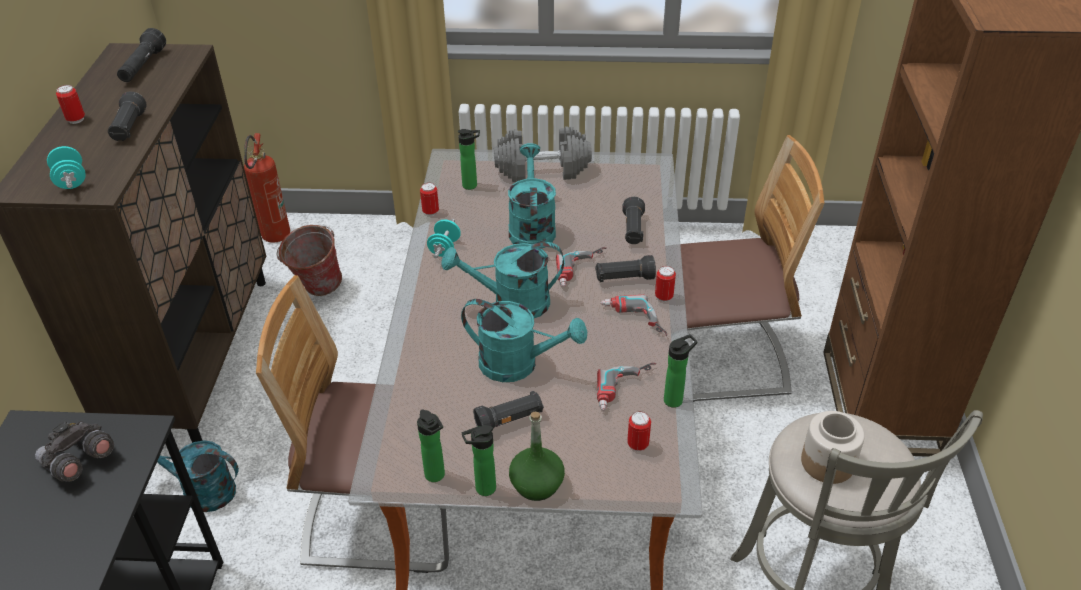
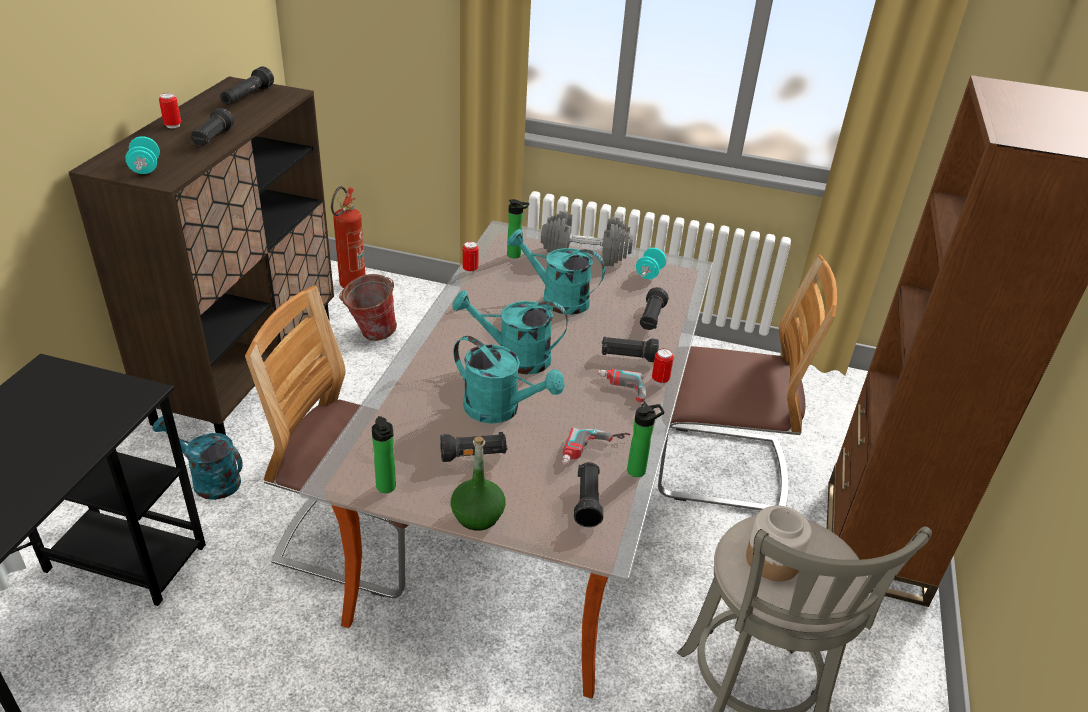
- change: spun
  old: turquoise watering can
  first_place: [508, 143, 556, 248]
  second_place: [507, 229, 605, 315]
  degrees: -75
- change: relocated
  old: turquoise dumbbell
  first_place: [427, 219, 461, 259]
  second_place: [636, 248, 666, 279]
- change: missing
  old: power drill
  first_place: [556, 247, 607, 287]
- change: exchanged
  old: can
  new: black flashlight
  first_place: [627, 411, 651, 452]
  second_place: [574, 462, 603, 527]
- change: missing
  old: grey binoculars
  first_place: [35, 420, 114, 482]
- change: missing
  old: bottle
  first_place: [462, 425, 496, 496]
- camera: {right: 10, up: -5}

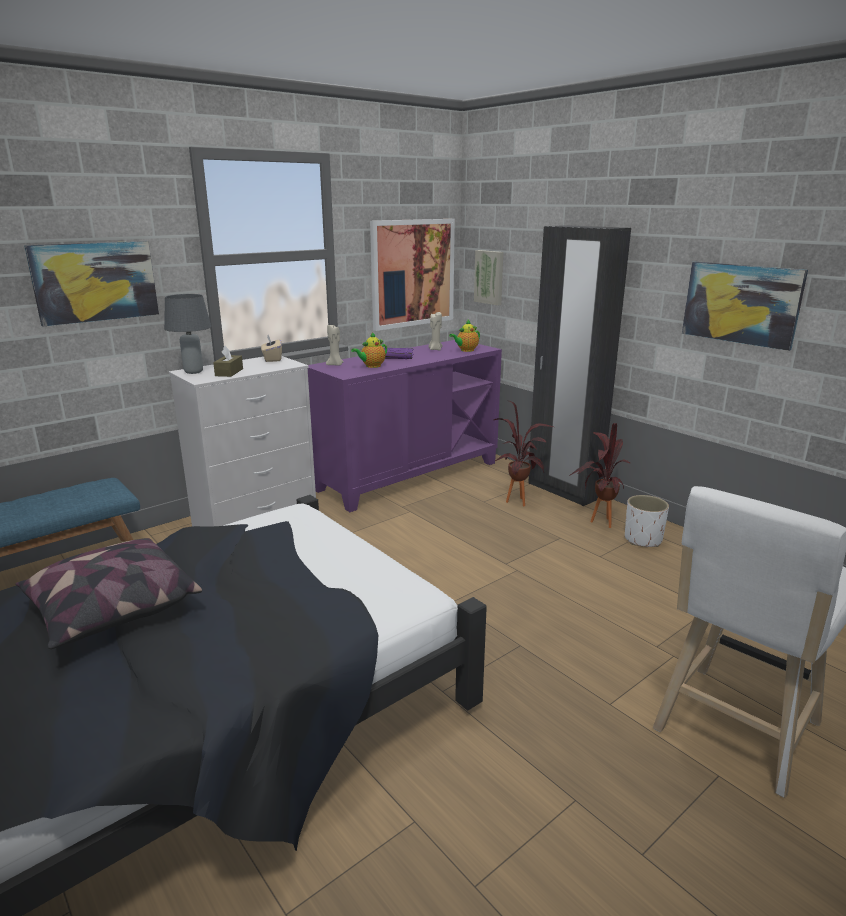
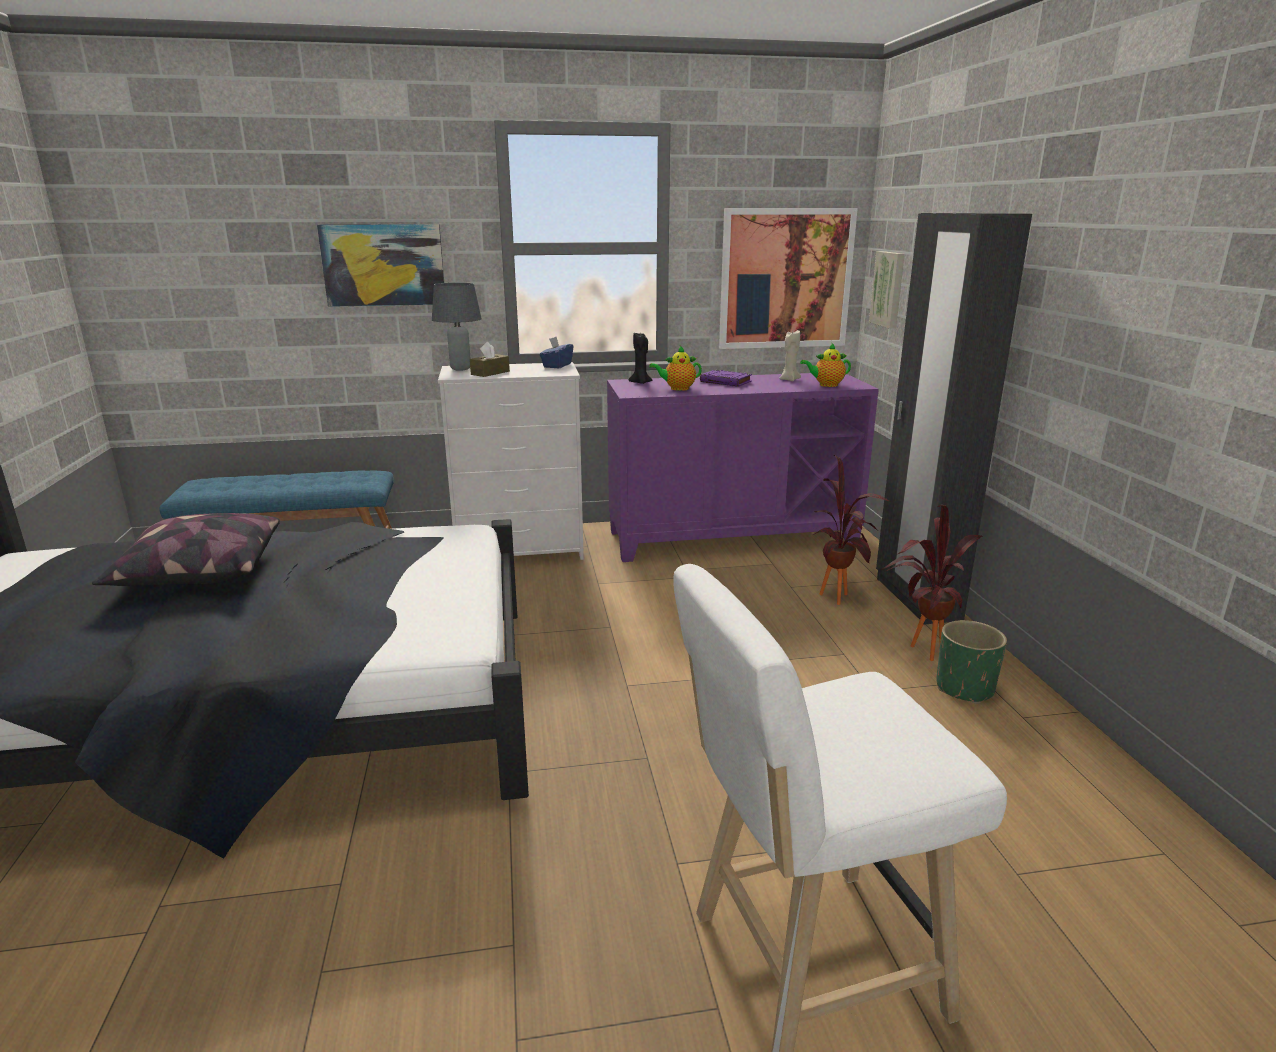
- change: missing
  old: picture
  first_place: [682, 262, 808, 351]
- change: colour
  old: beige candle
  new: black candle
  first_place: [326, 324, 344, 366]
  second_place: [629, 333, 652, 384]
- change: colour
  old: beige tissue box
  new: blue tissue box
  first_place: [261, 335, 282, 362]
  second_place: [540, 337, 573, 368]
- change: colour
  old: white planter
  new: green planter
  first_place: [625, 495, 669, 547]
  second_place: [936, 620, 1007, 704]
- camera: {right: 30, up: 0}

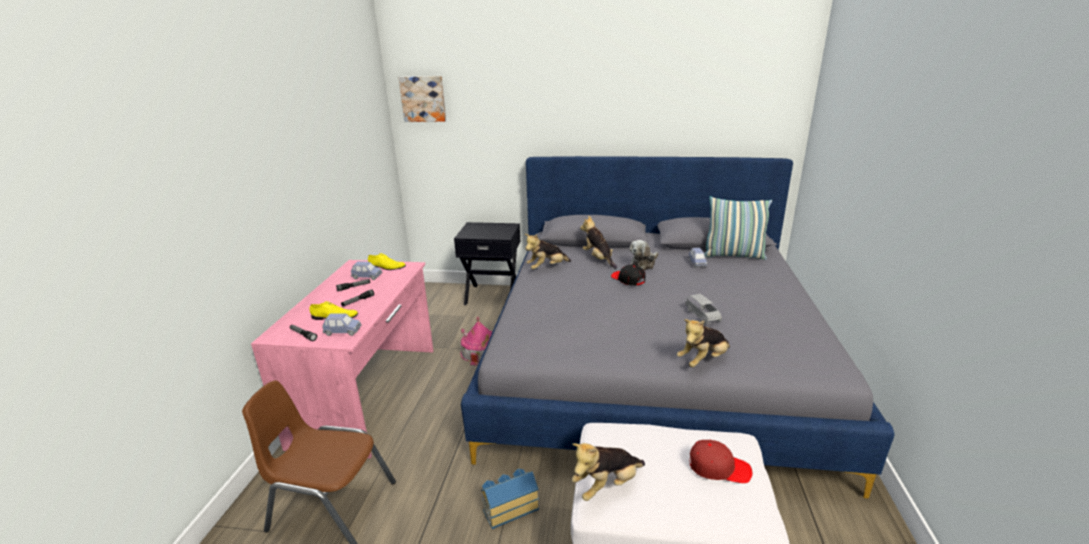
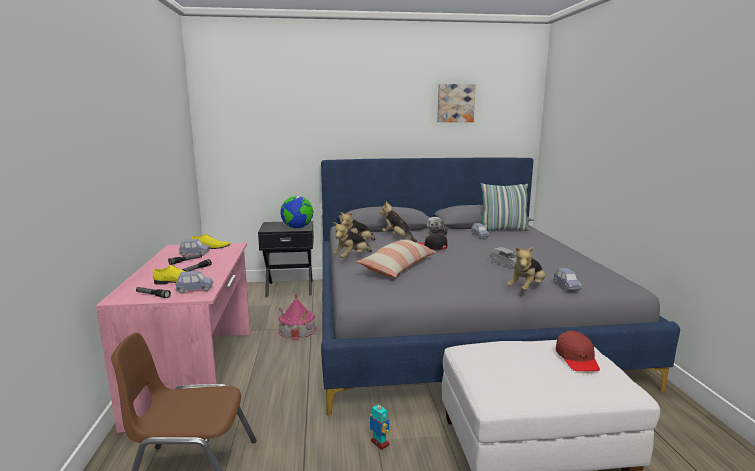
- change: relocated
  old: picture
  first_place: [399, 76, 446, 122]
  second_place: [437, 84, 476, 122]
- change: spun
  old: red cap
  first_place: [689, 440, 752, 483]
  second_place: [556, 331, 600, 371]
  degrees: 90
- change: relocated
  old: plush toy
  first_place: [572, 443, 645, 501]
  second_place: [333, 222, 372, 258]
- change: exchanged
  old: toy house
  new: toy robot
  first_place: [481, 469, 539, 529]
  second_place: [369, 401, 390, 450]
- change: appeared
  new: globe
  second_place: [280, 196, 313, 229]
- change: appeared
  new: pillow
  second_place: [356, 239, 437, 278]
- change: appeared
  new: blue toy car
  second_place: [553, 268, 582, 291]
- camera: {right: -15, up: -10}

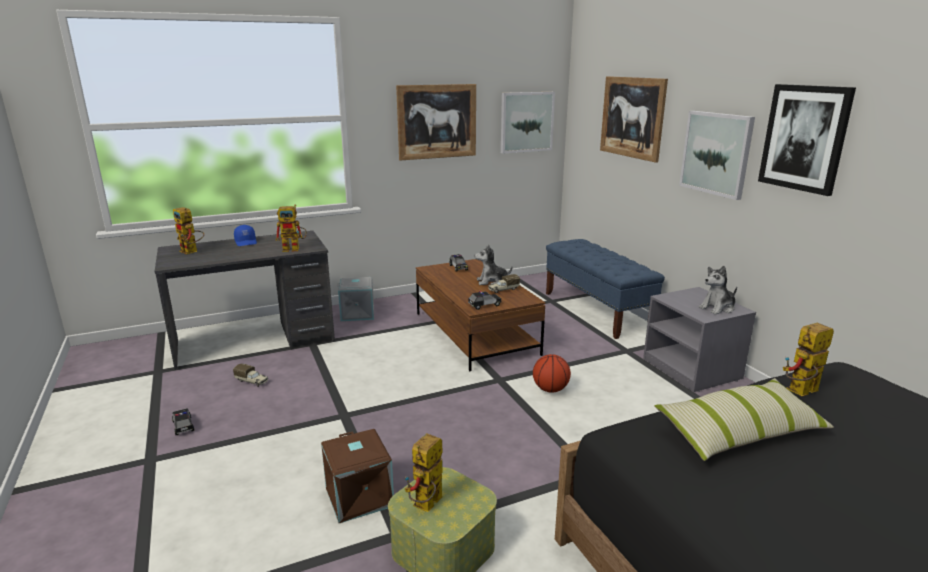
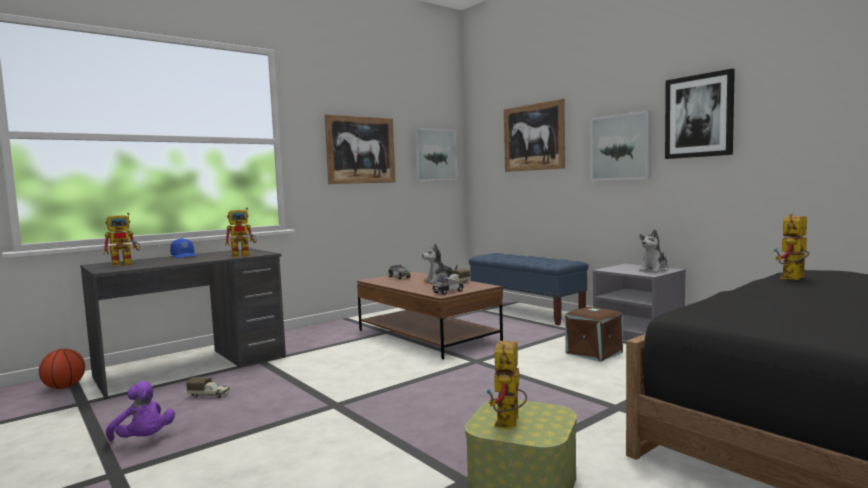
- change: spun
  old: toy robot
  first_place: [173, 207, 204, 254]
  second_place: [103, 213, 140, 266]
  degrees: -60
- change: missing
  old: grey storage box
  first_place: [337, 277, 374, 321]
- change: relocated
  old: basketball
  first_place: [533, 354, 571, 393]
  second_place: [39, 349, 85, 389]
- change: missing
  old: pillow
  first_place: [654, 378, 834, 461]
- change: exchanged
  old: toy car
  new: purple plush toy
  first_place: [172, 408, 194, 435]
  second_place: [106, 381, 175, 441]
- change: relocated
  old: brown storage box
  first_place: [321, 429, 394, 523]
  second_place: [565, 306, 623, 362]
- camera: {right: -15, up: -15}

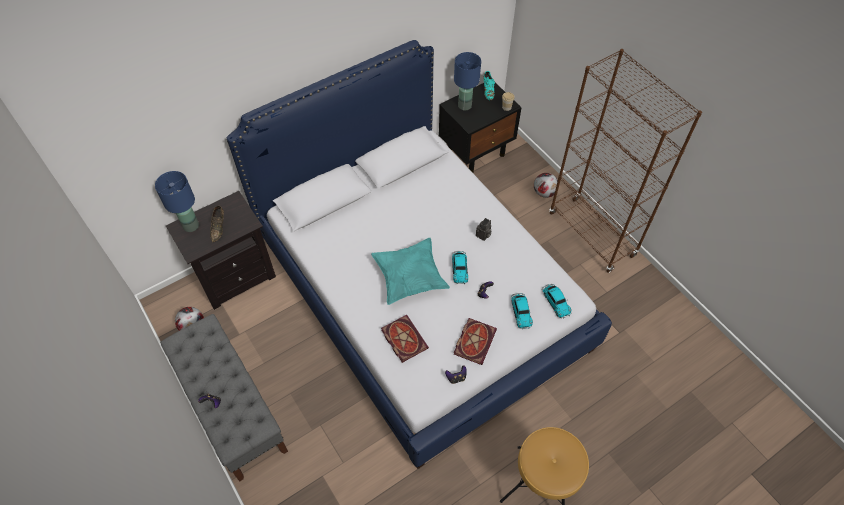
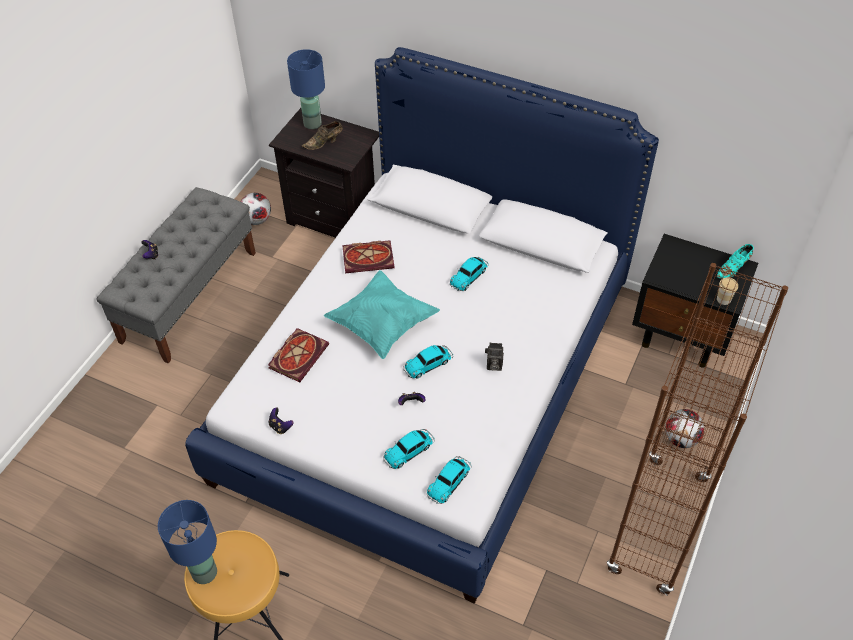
- change: relocated
  old: blue table lamp
  first_place: [454, 52, 481, 111]
  second_place: [158, 500, 217, 584]
- change: relocated
  old: book
  first_place: [454, 318, 497, 365]
  second_place: [342, 240, 394, 273]
- change: appeared
  new: toy car
  second_place: [449, 257, 489, 291]
- camera: {right: 60, up: -5}

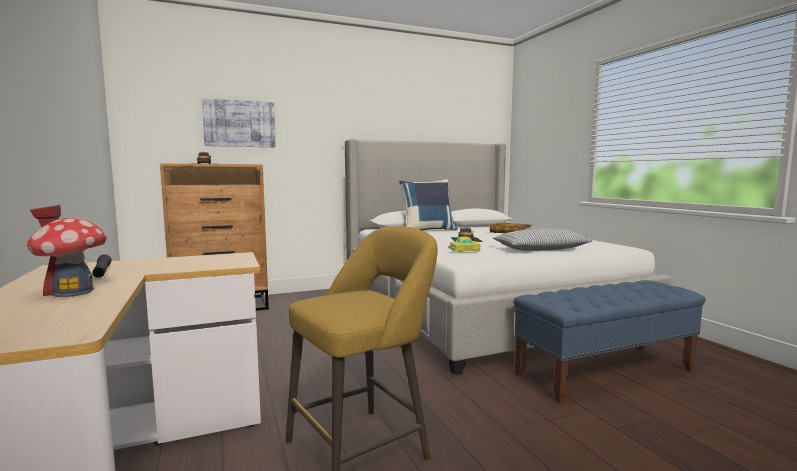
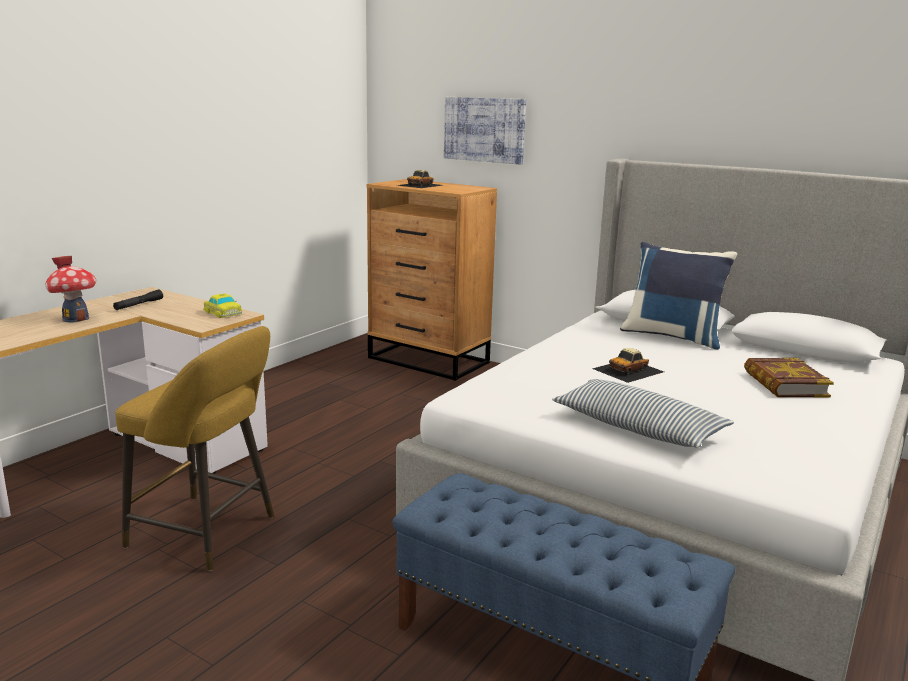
- change: relocated
  old: toy car
  first_place: [448, 236, 481, 252]
  second_place: [203, 294, 242, 318]
- camera: {right: 55, up: 10}

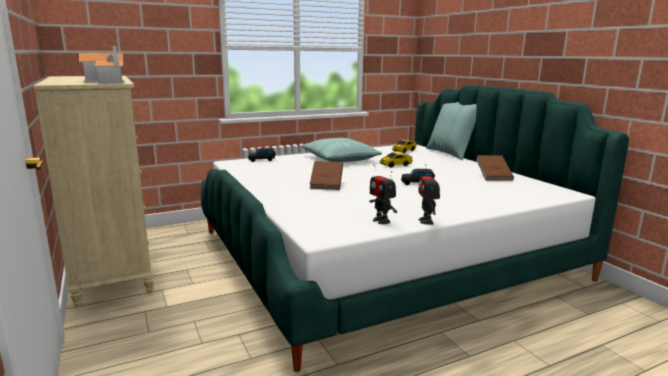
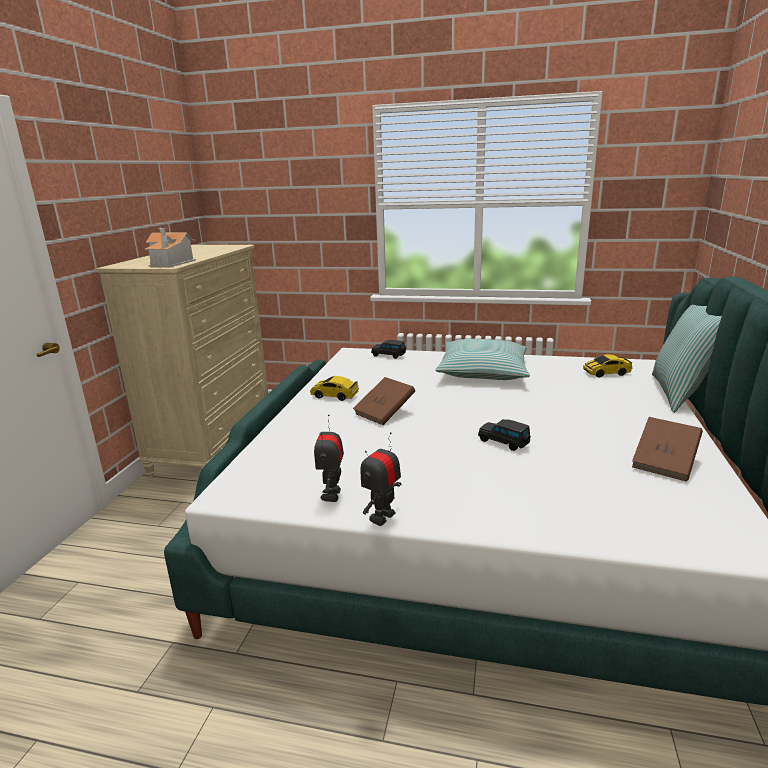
- change: relocated
  old: toy car
  first_place: [380, 152, 413, 168]
  second_place: [310, 376, 359, 401]
- camera: {right: 40, up: 5}

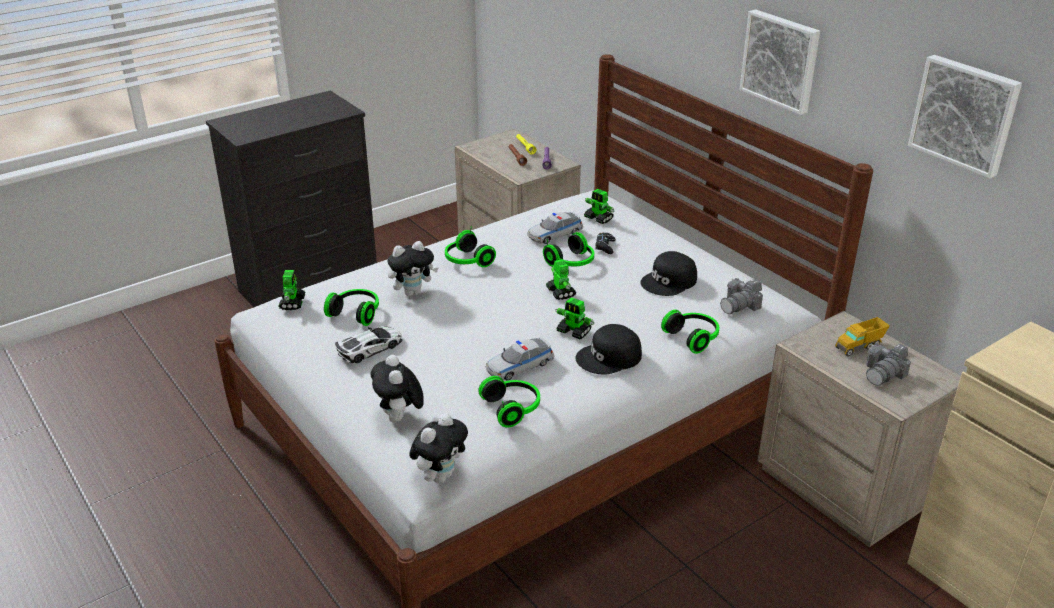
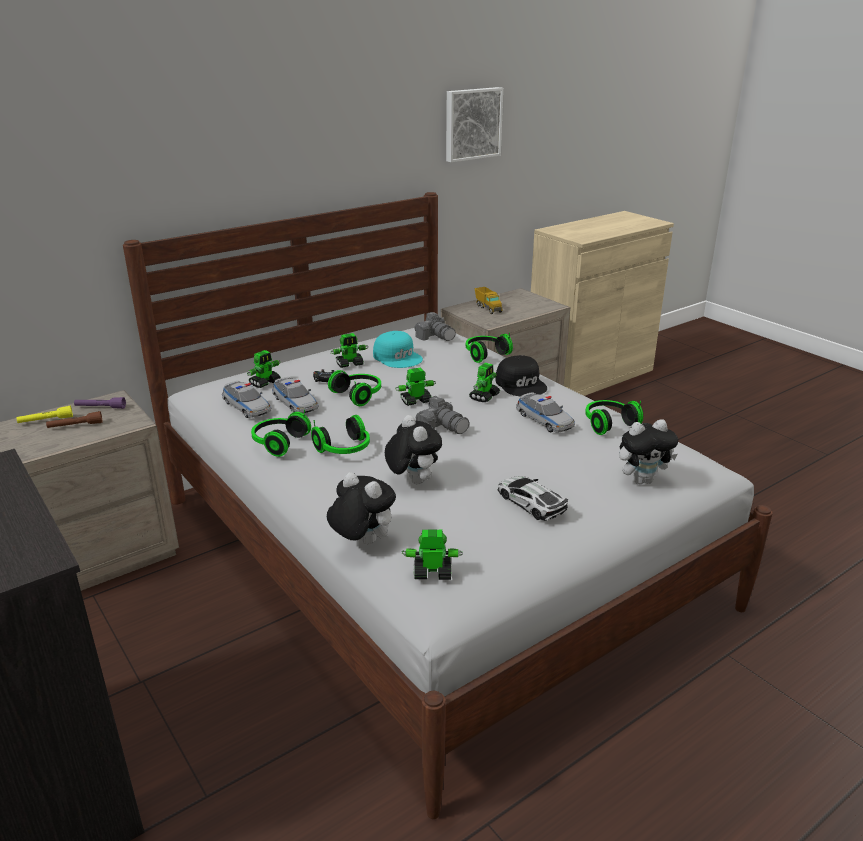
- change: missing
  old: picture
  first_place: [739, 9, 820, 115]
- change: colour
  old: black cap
  new: turquoise cap
  first_place: [640, 251, 697, 296]
  second_place: [373, 331, 423, 368]
- change: relocated
  old: headphones
  first_place: [324, 289, 379, 326]
  second_place: [251, 409, 311, 457]
- change: relocated
  old: photo camera
  first_place: [866, 343, 911, 386]
  second_place: [416, 396, 469, 434]
- change: relocated
  old: plush toy
  first_place: [409, 413, 468, 483]
  second_place: [327, 472, 396, 545]
- change: appeared
  new: toy robot
  second_place: [331, 333, 368, 368]
- change: appeared
  new: toy car
  second_place: [222, 381, 271, 418]
- camera: {right: -90, up: -5}

